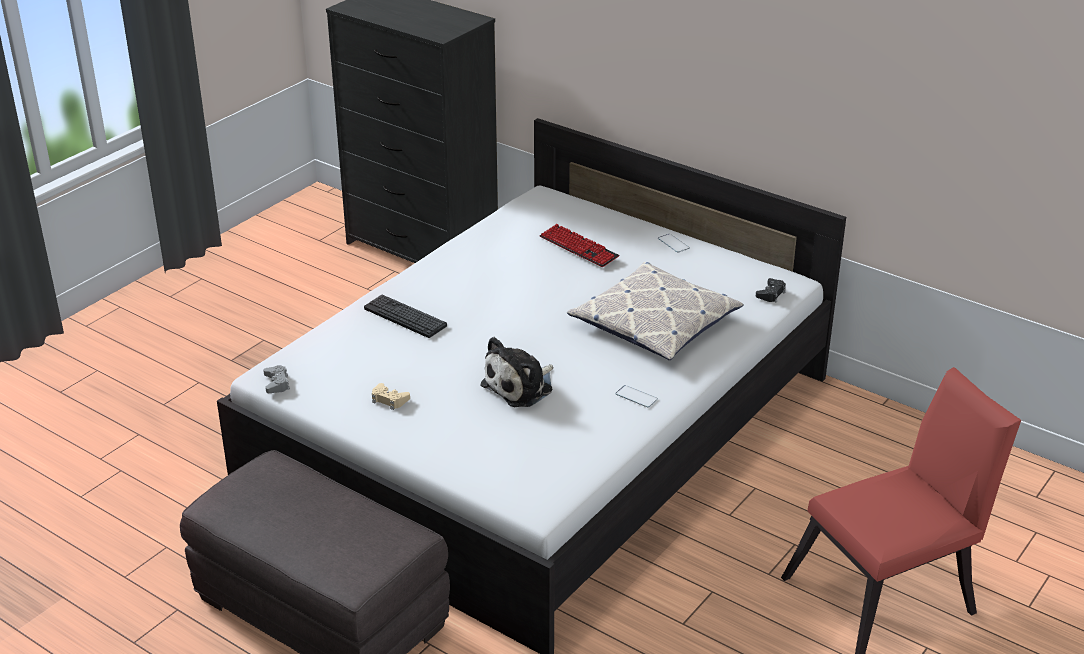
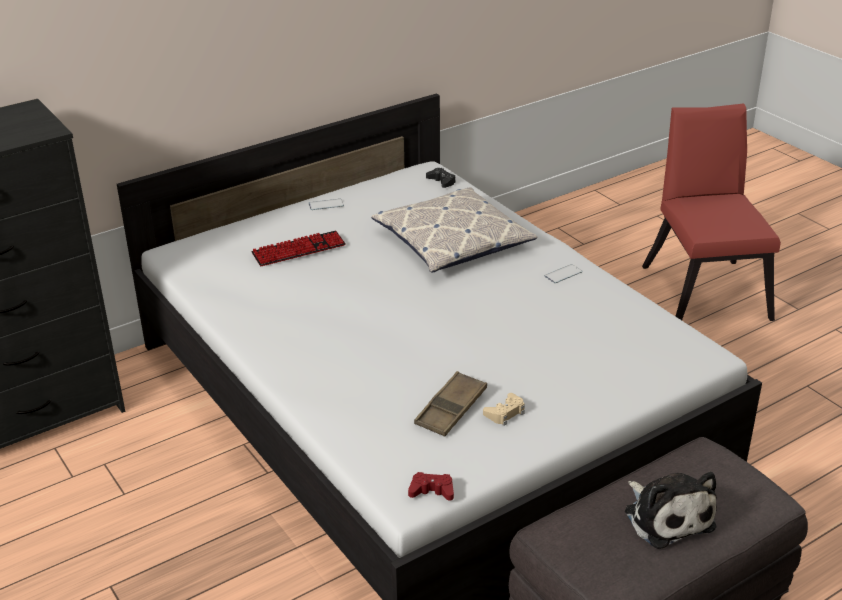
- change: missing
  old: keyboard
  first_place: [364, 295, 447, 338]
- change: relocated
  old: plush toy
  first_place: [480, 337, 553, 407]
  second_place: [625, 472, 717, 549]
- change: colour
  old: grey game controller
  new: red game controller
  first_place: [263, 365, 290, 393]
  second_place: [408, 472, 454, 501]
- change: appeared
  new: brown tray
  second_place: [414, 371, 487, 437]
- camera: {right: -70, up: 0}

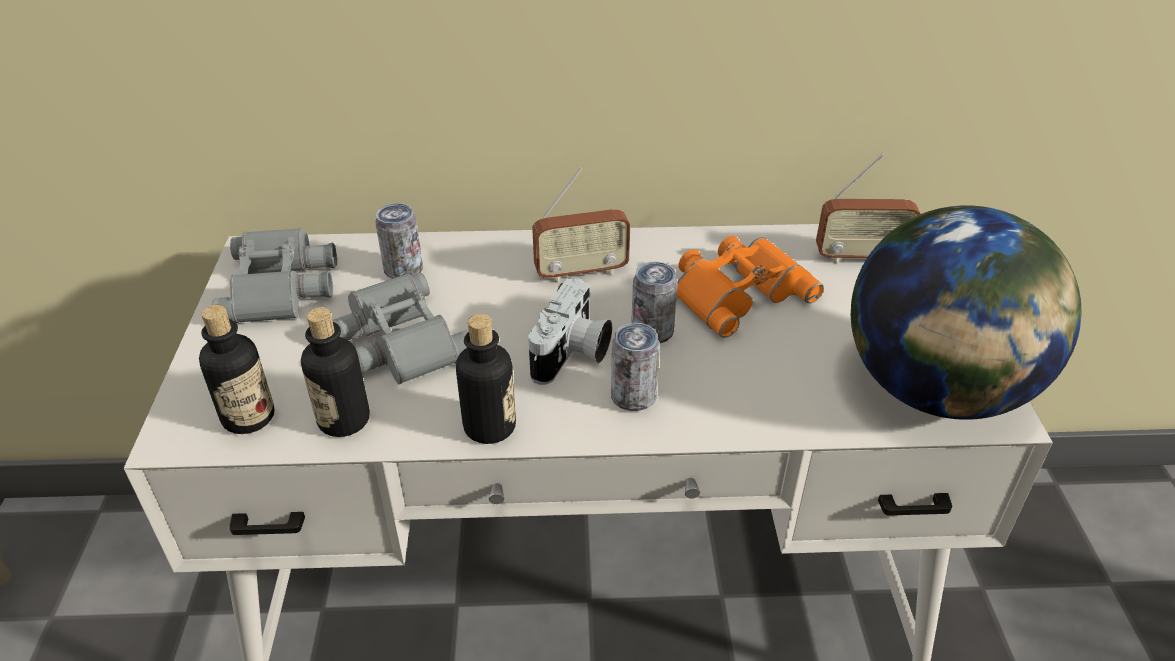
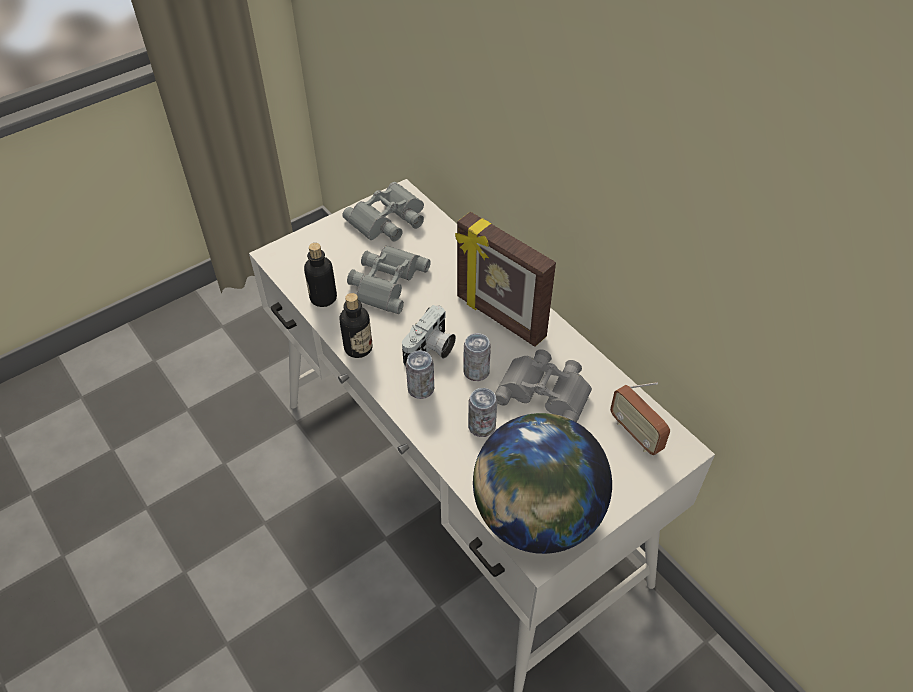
- change: exchanged
  old: radio
  new: picture frame
  first_place: [532, 168, 630, 283]
  second_place: [455, 212, 556, 347]
- change: relocated
  old: can
  first_place: [375, 203, 423, 279]
  second_place: [468, 388, 497, 437]
- change: colour
  old: orange binoculars
  new: grey binoculars
  first_place: [677, 236, 824, 338]
  second_place: [495, 349, 592, 422]
- change: spun
  old: photo camera
  first_place: [528, 278, 612, 385]
  second_place: [402, 305, 456, 366]
  degrees: -45
- change: missing
  old: bottle
  first_place: [199, 305, 275, 434]
- camera: {right: 55, up: 10}

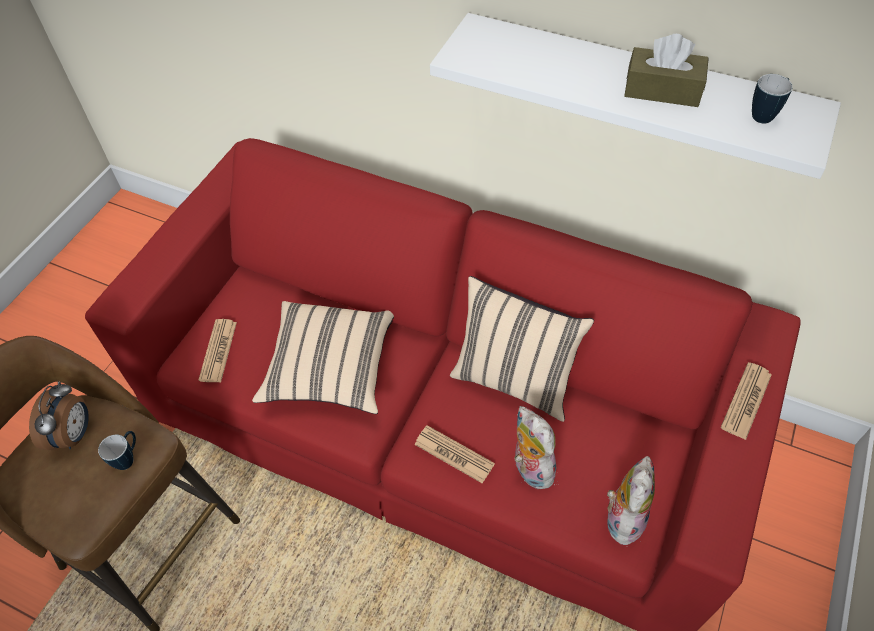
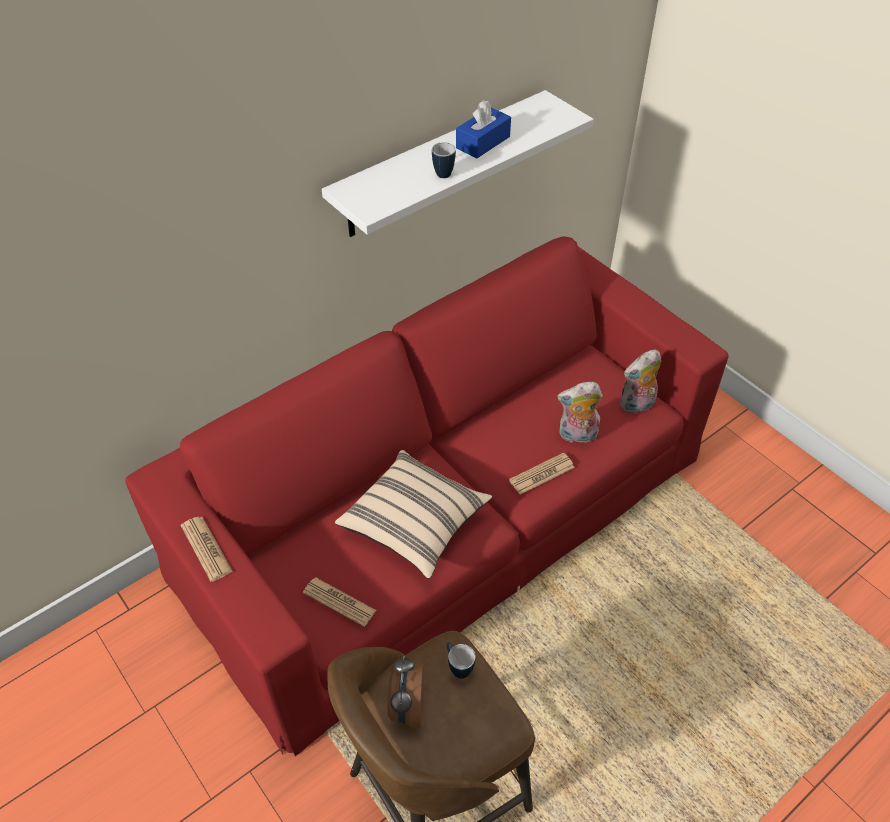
- change: colour
  old: brown tissue box
  new: blue tissue box
  first_place: [624, 34, 709, 107]
  second_place: [456, 100, 511, 158]
- change: relocated
  old: mug
  first_place: [752, 74, 793, 124]
  second_place: [432, 142, 456, 178]
- change: missing
  old: beige pillow
  first_place: [450, 276, 594, 422]
- change: relocated
  old: newspaper
  first_place: [721, 362, 772, 440]
  second_place: [181, 517, 233, 582]
- change: spun
  old: alarm clock
  first_place: [29, 381, 89, 450]
  second_place: [388, 656, 424, 728]
  degrees: -120
- change: spun
  old: plush toy
  first_place: [607, 456, 655, 545]
  second_place: [620, 349, 661, 414]
  degrees: -75
- camera: {right: -65, up: -5}

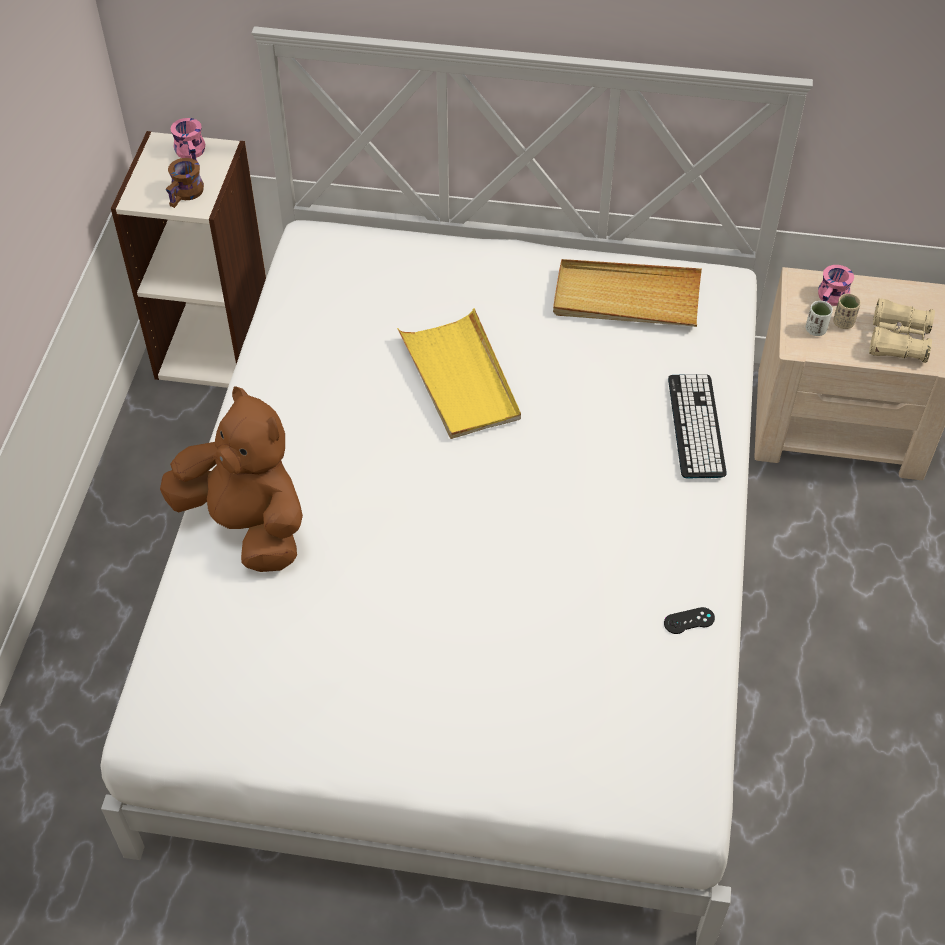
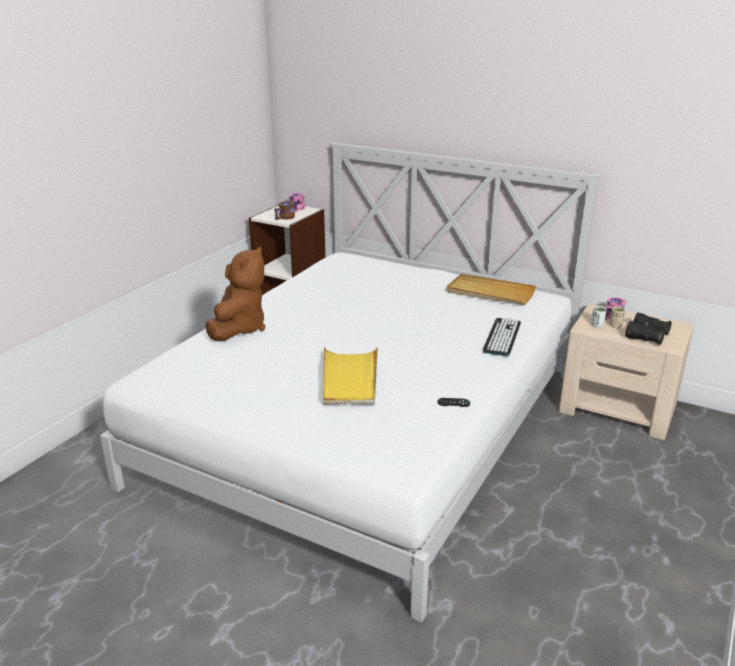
- change: colour
  old: beige binoculars
  new: black binoculars
  first_place: [869, 298, 935, 363]
  second_place: [625, 312, 672, 345]
- change: relocated
  old: yellow tray
  first_place: [397, 308, 521, 439]
  second_place: [323, 347, 378, 404]
- change: spun
  old: brown plush toy
  first_place: [160, 386, 303, 572]
  second_place: [206, 247, 265, 341]
  degrees: 45
- camera: {right: 20, up: -25}

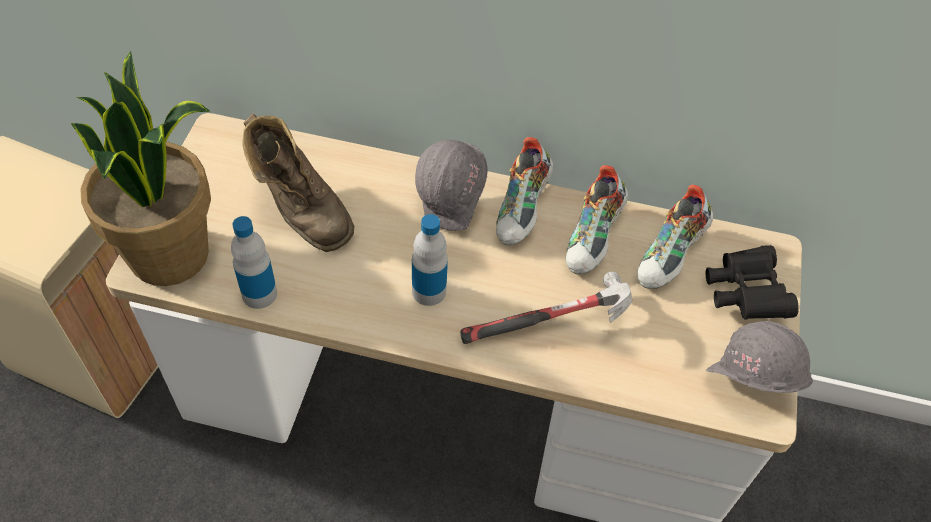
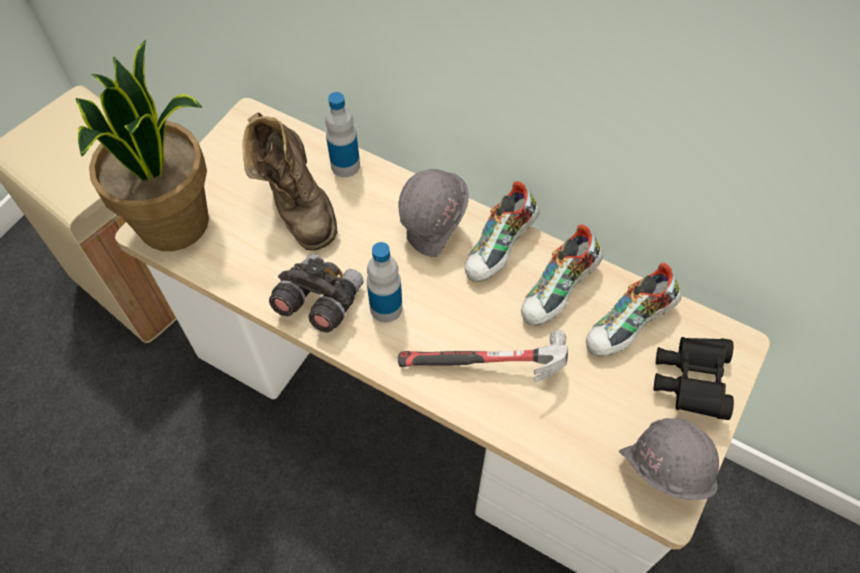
- change: relocated
  old: bottle
  first_place: [231, 216, 277, 309]
  second_place: [325, 92, 360, 177]
- change: appeared
  new: grey binoculars
  second_place: [269, 254, 364, 332]
- camera: {right: 20, up: 5}

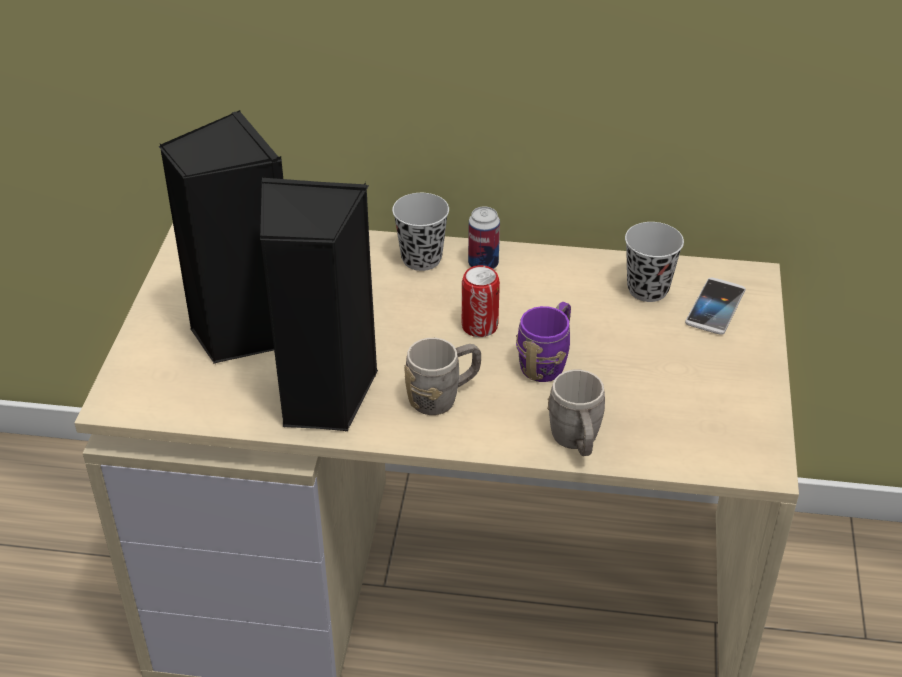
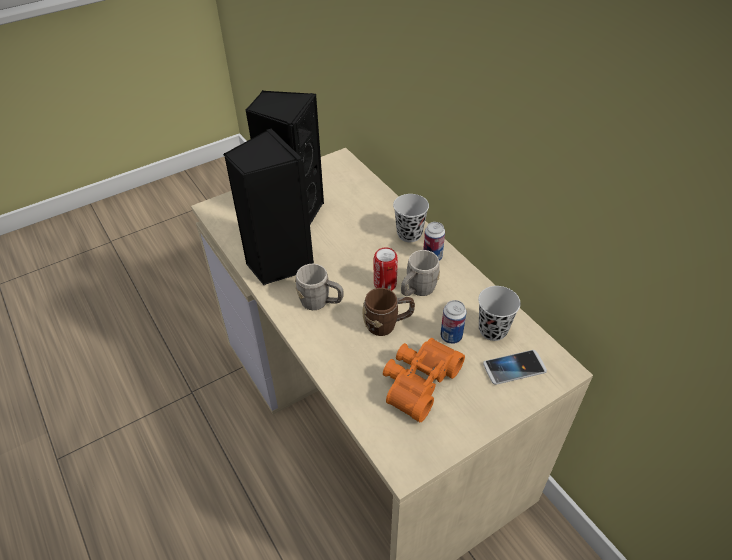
- change: colour
  old: purple mug
  new: brown mug
  first_place: [516, 302, 571, 382]
  second_place: [362, 288, 415, 336]
- change: relocated
  old: grey mug
  first_place: [547, 370, 605, 456]
  second_place: [401, 250, 440, 296]
- change: appeared
  new: can
  second_place: [441, 300, 466, 344]
- change: appeared
  new: orange binoculars
  second_place: [383, 338, 465, 422]
- camera: {right: 50, up: 5}

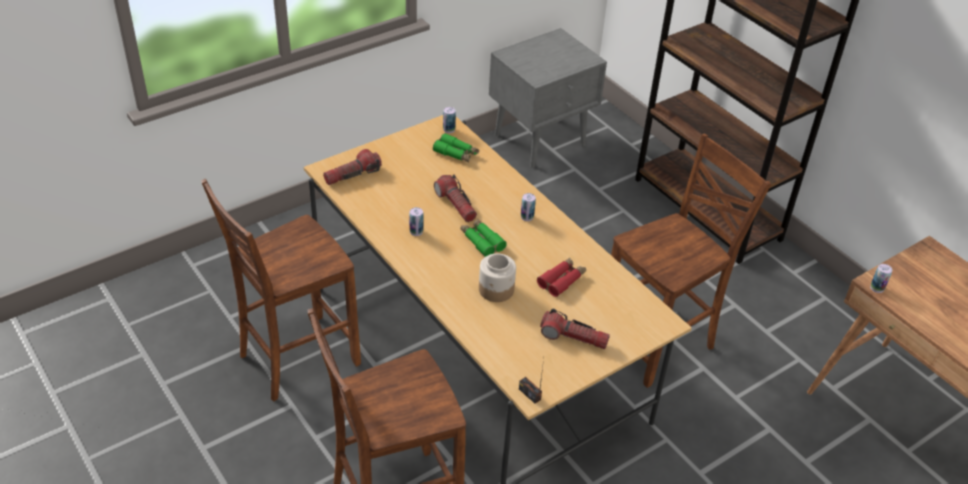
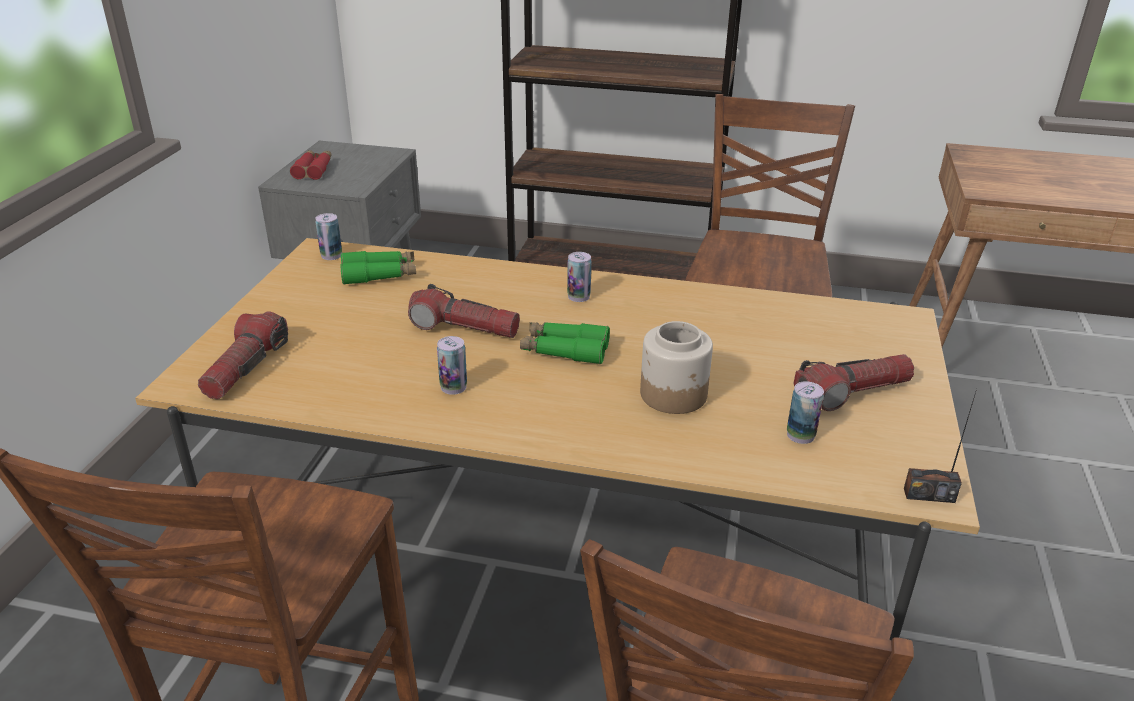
- change: relocated
  old: red binoculars
  first_place: [537, 258, 586, 297]
  second_place: [290, 150, 332, 180]
- change: relocated
  old: can
  first_place: [870, 264, 892, 293]
  second_place: [787, 381, 824, 444]
- camera: {right: -40, up: -10}

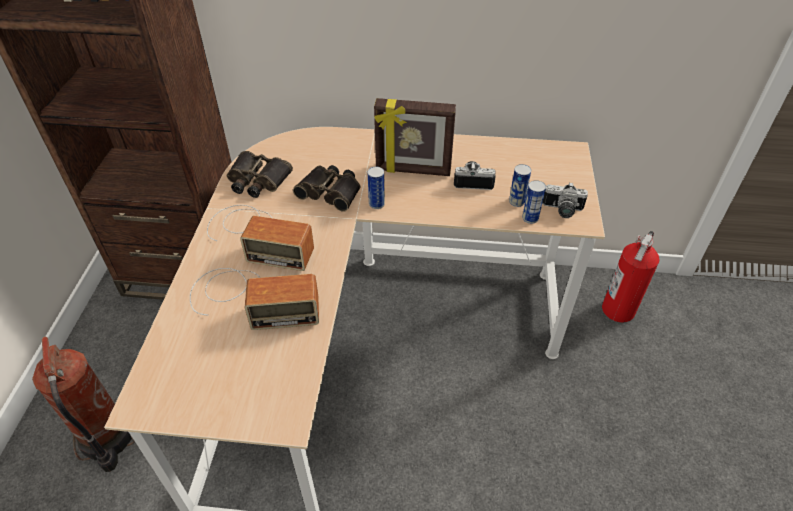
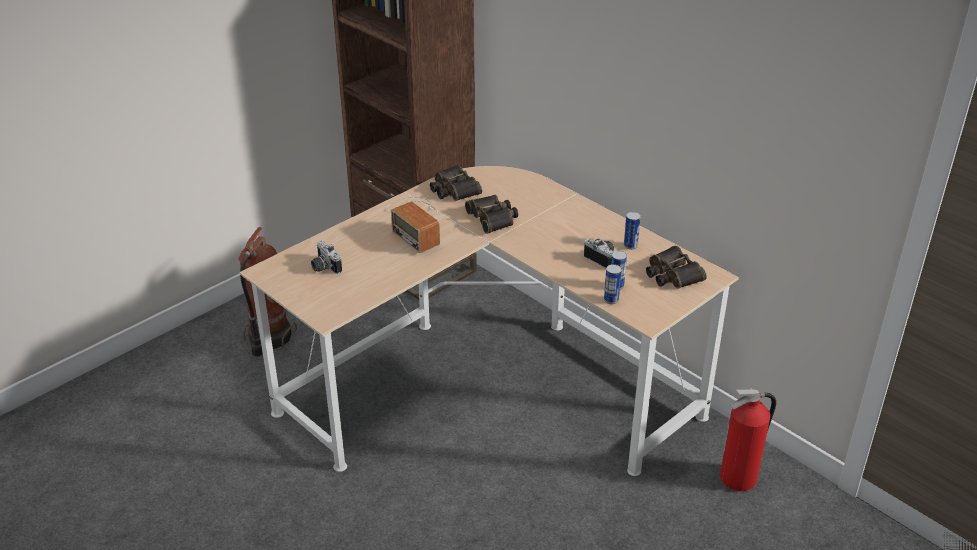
- change: missing
  old: picture frame
  first_place: [374, 98, 456, 176]
- change: relocated
  old: can
  first_place: [368, 167, 385, 209]
  second_place: [624, 212, 641, 250]
- change: relocated
  old: photo camera
  first_place: [543, 182, 588, 218]
  second_place: [311, 241, 342, 274]
- change: missing
  old: radio
  first_place: [190, 268, 319, 330]
- change: appeared
  new: binoculars
  second_place: [646, 246, 707, 289]
- camera: {right: 40, up: -10}

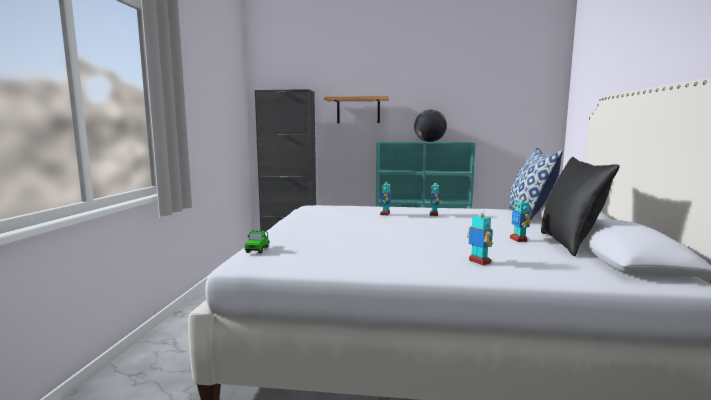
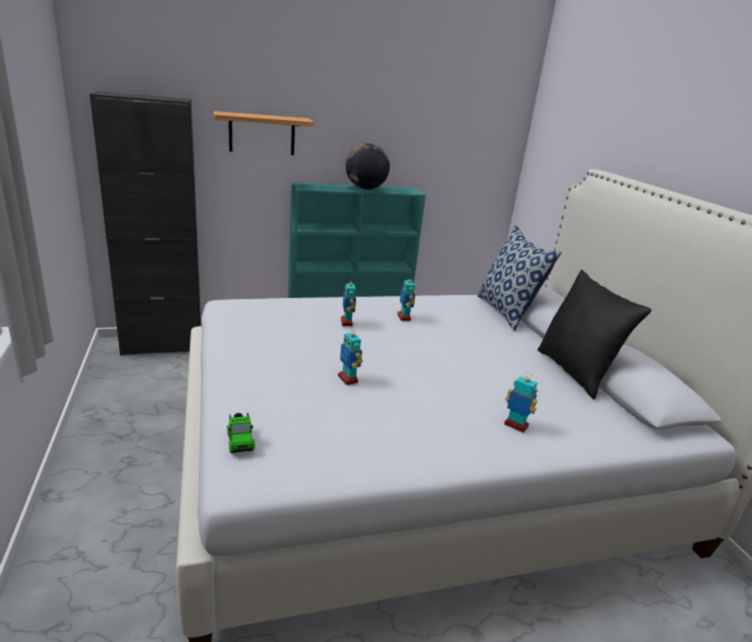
- change: relocated
  old: toy robot
  first_place: [510, 195, 531, 242]
  second_place: [338, 330, 363, 385]
- camera: {right: -25, up: 15}

